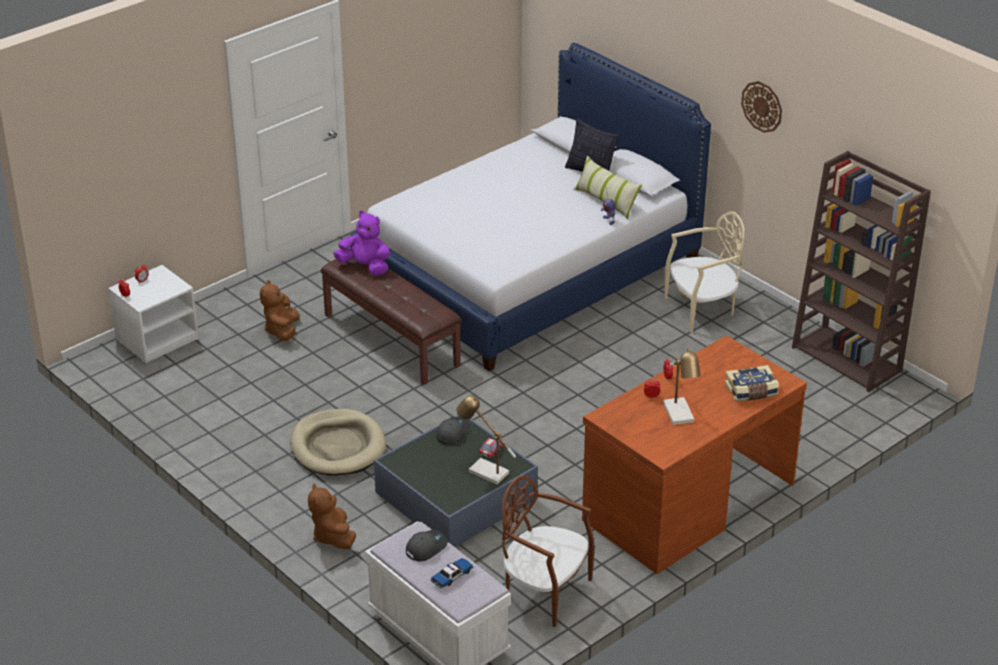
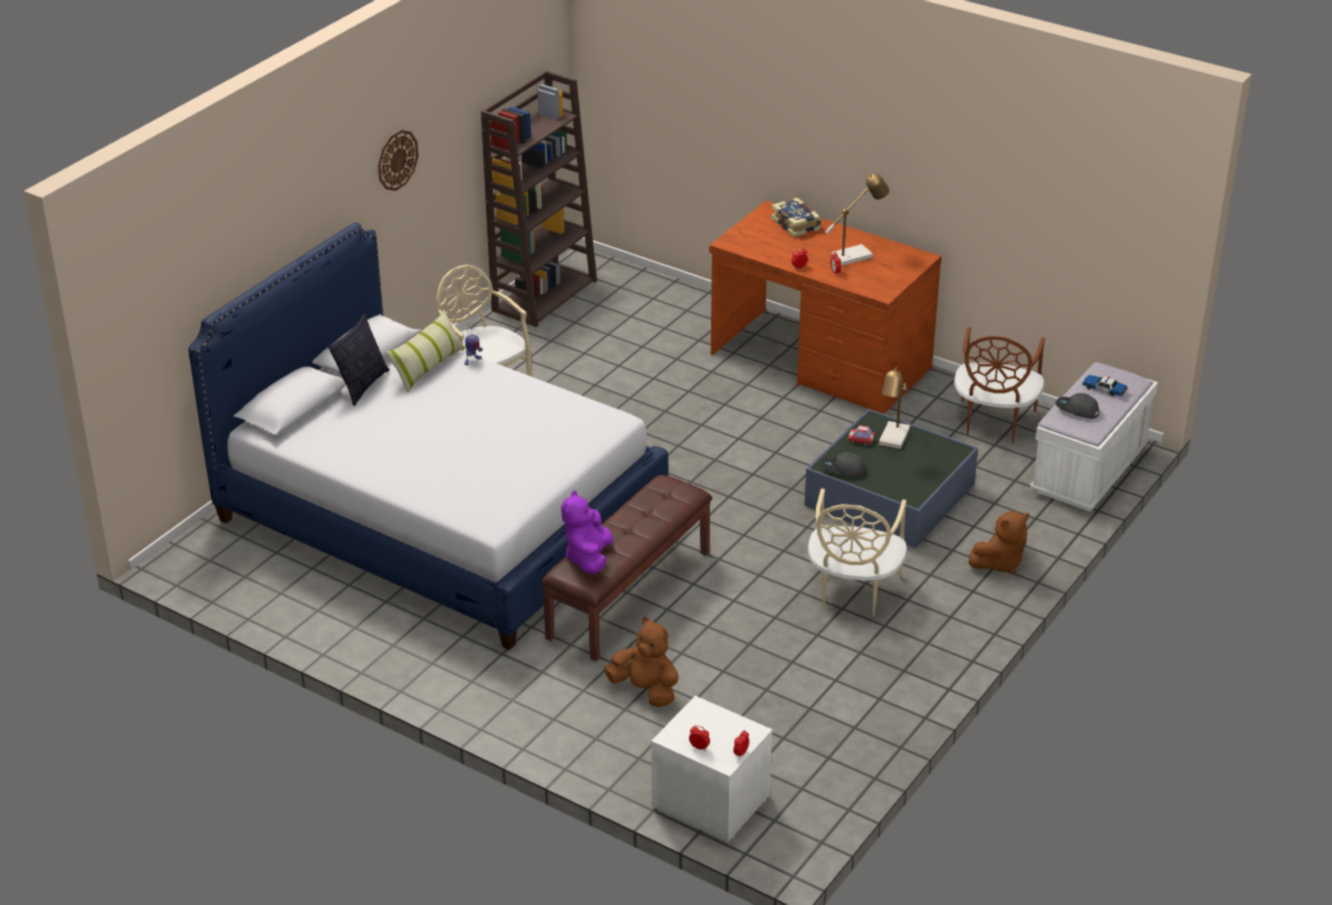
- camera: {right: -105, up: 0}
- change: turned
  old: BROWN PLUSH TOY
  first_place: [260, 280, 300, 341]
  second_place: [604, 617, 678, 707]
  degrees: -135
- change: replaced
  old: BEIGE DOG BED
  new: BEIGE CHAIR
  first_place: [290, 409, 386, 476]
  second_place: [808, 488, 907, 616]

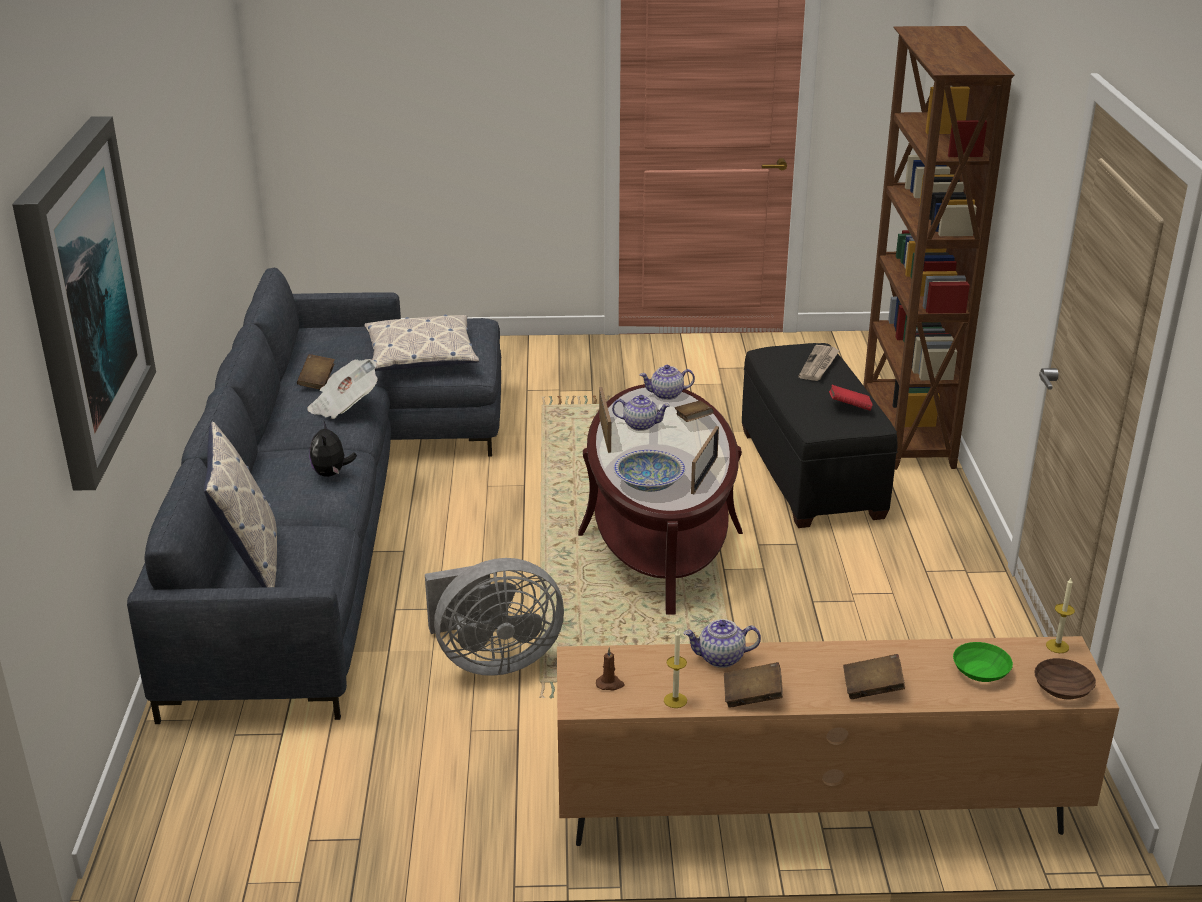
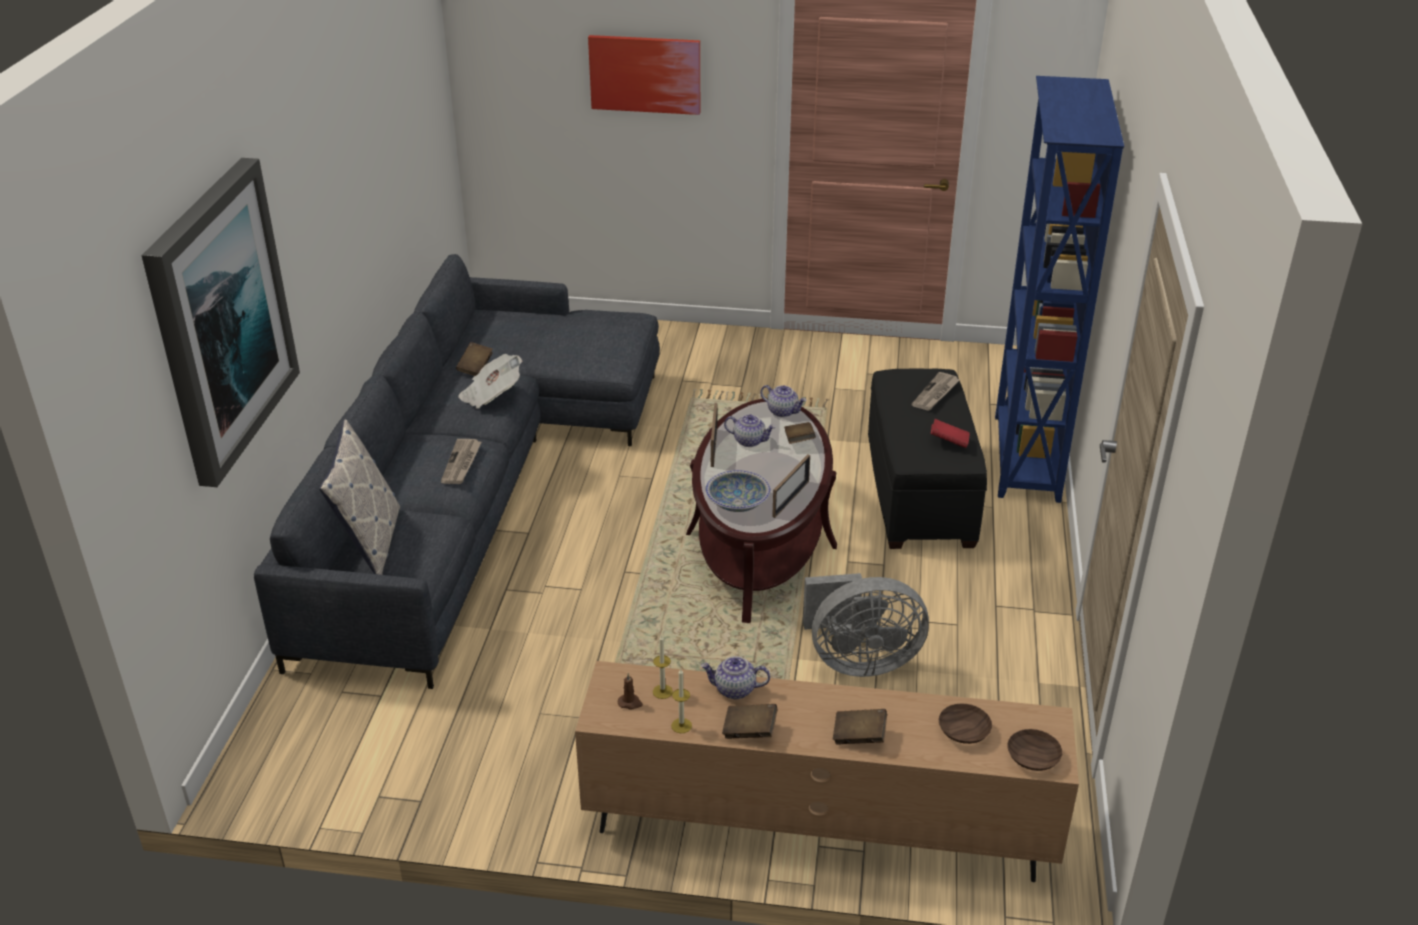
- camera: {right: 10, up: 5}
- change: replaced
  old: PLUSH TOY
  new: NEWSPAPER
  first_place: [309, 420, 357, 477]
  second_place: [441, 439, 481, 484]
- change: removed
  old: PILLOW
  first_place: [364, 315, 479, 371]
- change: moved
  old: GREY FAN
  first_place: [425, 558, 564, 676]
  second_place: [803, 573, 929, 677]
- change: turned
  old: TEAPOT
  first_place: [640, 365, 695, 400]
  second_place: [760, 385, 806, 417]
  degrees: -150
- change: recoloured
  old: BROWN BOOKCASE
  new: BLUE BOOKCASE
  first_place: [863, 26, 1015, 470]
  second_place: [995, 76, 1124, 503]
- change: recoloured
  old: GREEN BOWL
  new: BROWN BOWL
  first_place: [953, 642, 1013, 682]
  second_place: [939, 703, 992, 744]
- change: moved
  old: CANDLE
  first_place: [1046, 578, 1075, 653]
  second_place: [653, 635, 673, 699]
- change: added
  new: PICTURE
  second_place: [588, 35, 700, 115]

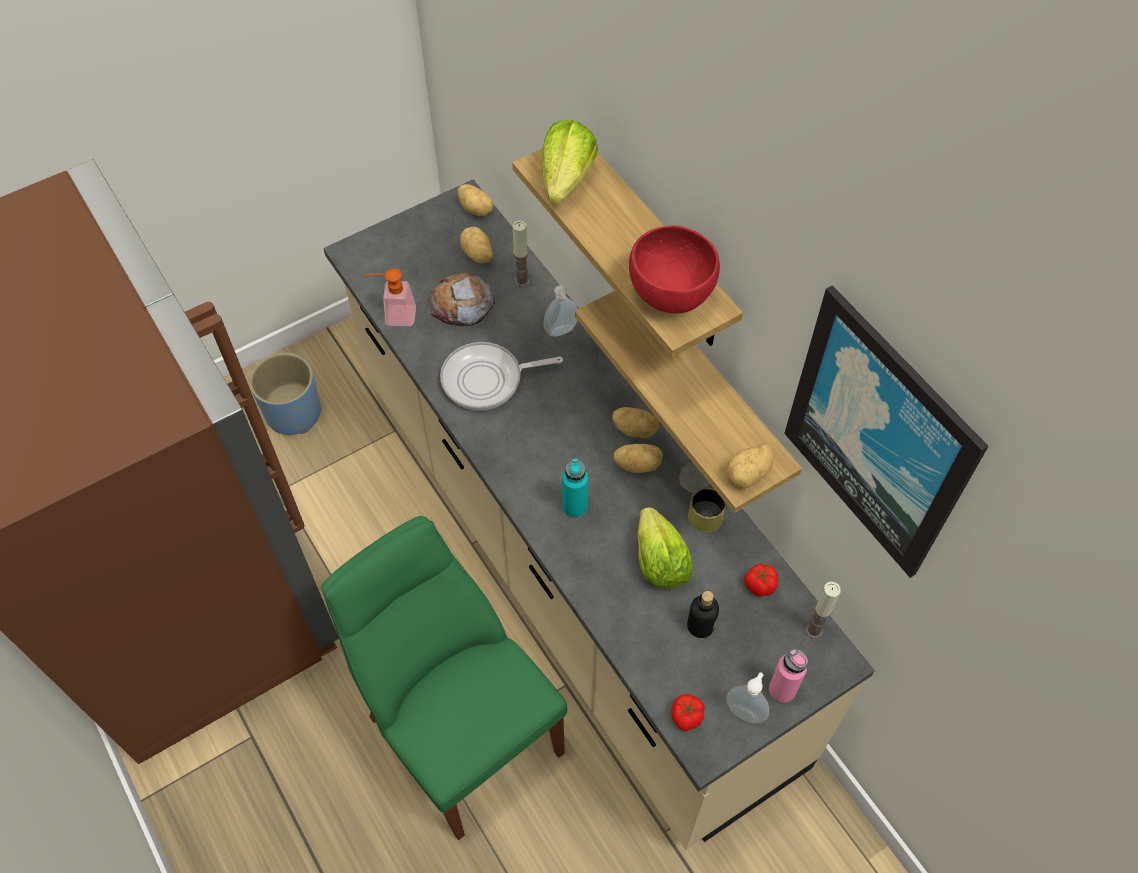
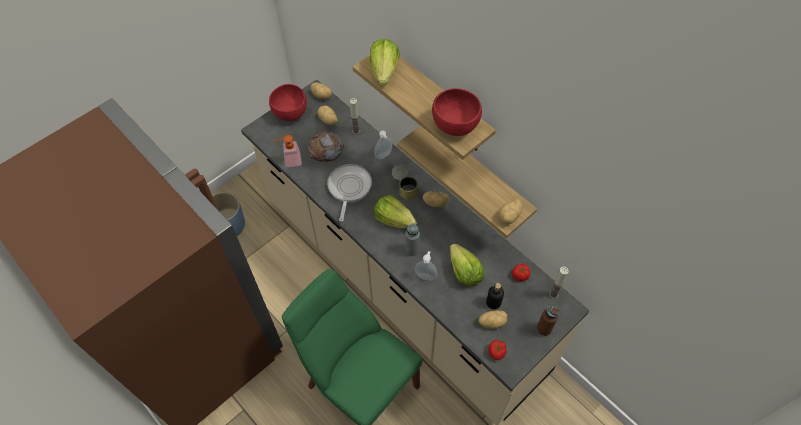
- camera: {right: -10, up: 0}
- change: turned
  old: FRYING PAN
  first_place: [440, 342, 563, 411]
  second_place: [327, 164, 372, 222]
  degrees: 120
- change: recoloured
  old: TURQUOISE BOTTLE
  new: GREY BOTTLE
  first_place: [562, 458, 588, 518]
  second_place: [405, 223, 420, 256]
- change: moved
  old: POTATO
  first_place: [614, 444, 663, 473]
  second_place: [478, 310, 507, 329]
- change: moved
  old: CAN
  first_place: [679, 463, 727, 532]
  second_place: [392, 164, 418, 200]
- change: moved
  old: SOAP DISPENSER
  first_place: [726, 672, 769, 724]
  second_place: [415, 251, 437, 281]
- change: recoloured
  old: PINK BOTTLE
  new: BROWN BOTTLE
  first_place: [768, 649, 808, 704]
  second_place: [536, 306, 559, 337]
- change: removed
  old: PICTURE
  first_place: [784, 285, 989, 578]
- change: added
  new: RED BOWL
  second_place: [269, 84, 307, 121]
- change: added
  new: LETTUCE
  second_place: [374, 195, 417, 228]

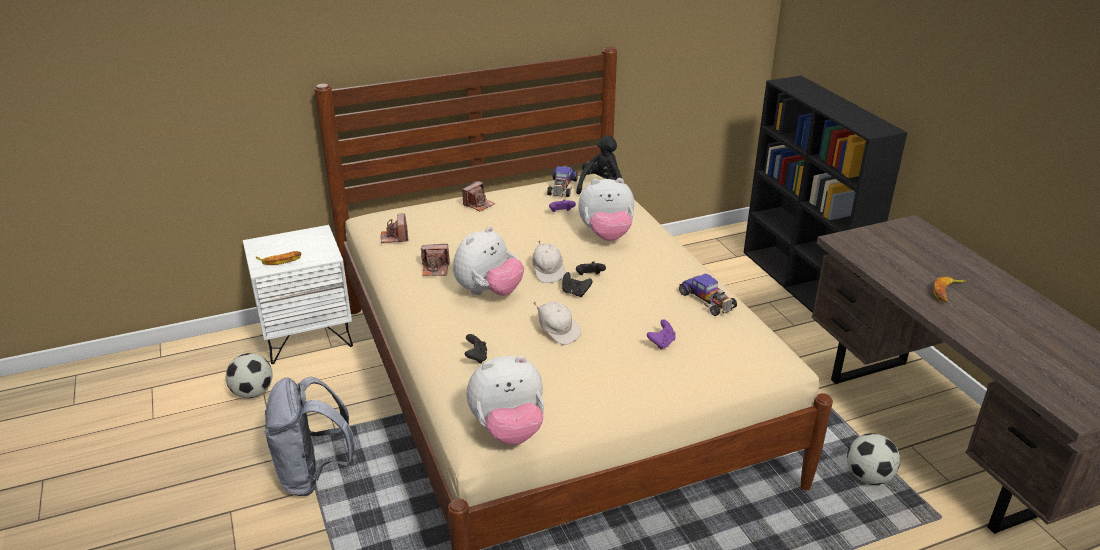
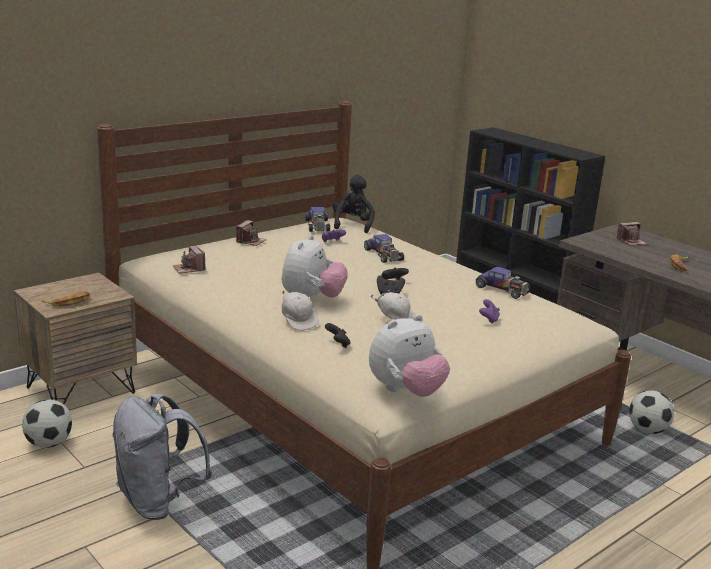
- camera: {right: -20, up: -10}
- change: recoloured
  old: WHITE NIGHTSTAND
  new: BROWN NIGHTSTAND
  first_place: [243, 225, 353, 364]
  second_place: [14, 272, 137, 404]
- change: moved
  old: PHOTO CAMERA
  first_place: [421, 244, 450, 276]
  second_place: [617, 221, 647, 246]
- change: moved
  old: WHITE CAP
  first_place: [532, 240, 565, 283]
  second_place: [282, 290, 319, 331]
- change: replaced
  old: PLUSH TOY
  new: TOY CAR
  first_place: [578, 178, 634, 241]
  second_place: [364, 234, 404, 263]

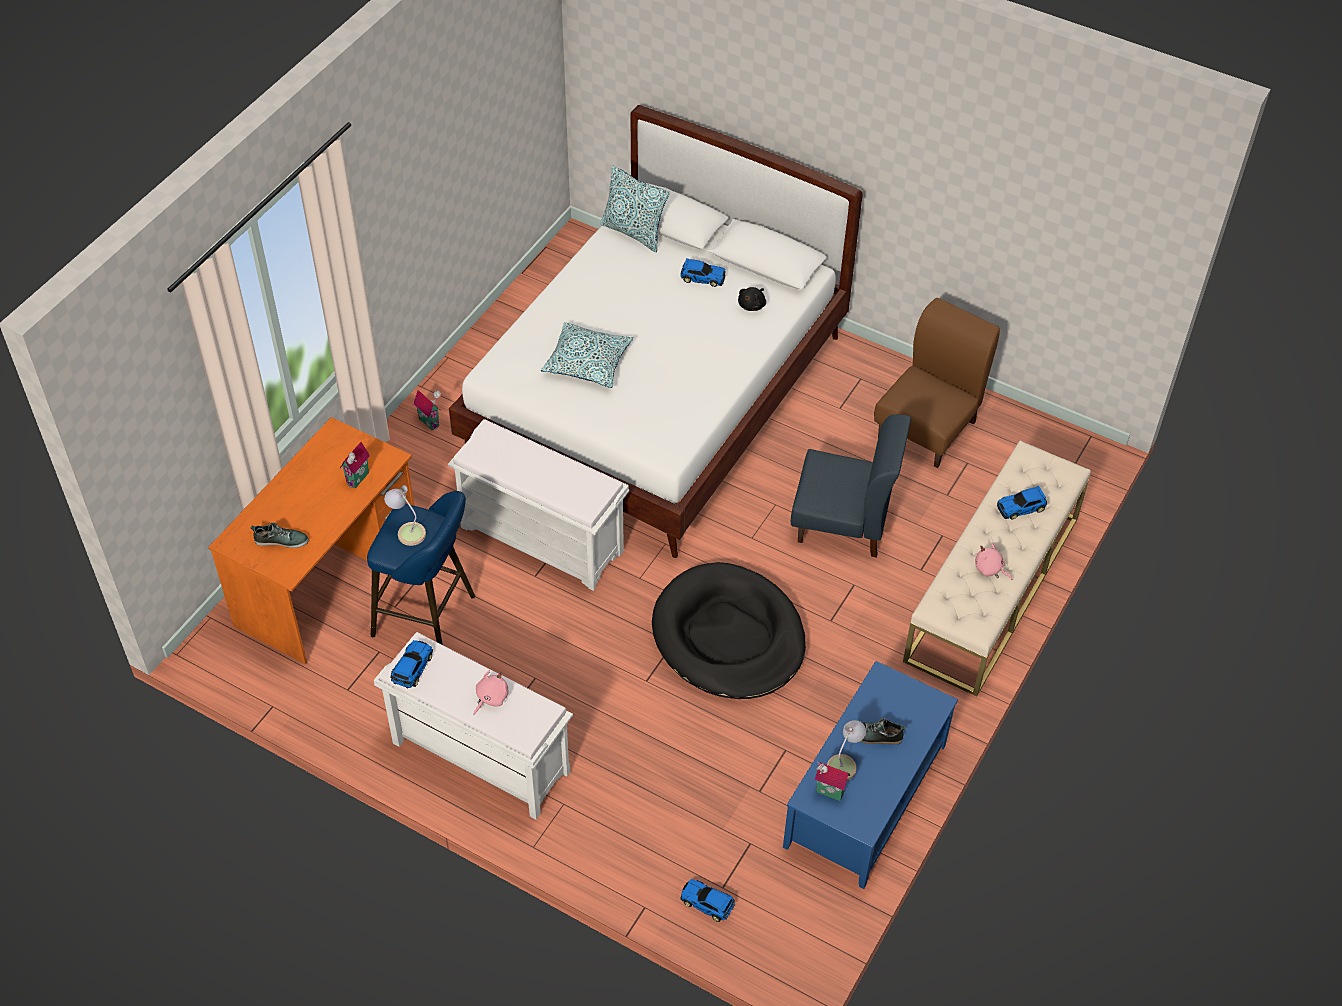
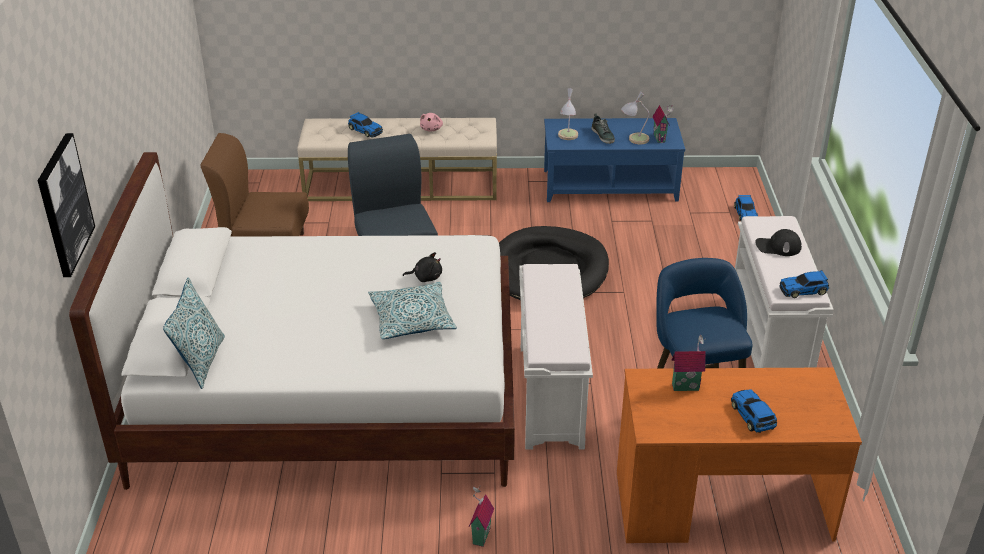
- camera: {right: -120, up: -15}
- change: removed
  old: SHOE
  first_place: [251, 522, 309, 548]
- change: moved
  old: TABLE LAMP
  first_place: [384, 485, 426, 546]
  second_place: [558, 88, 578, 140]
- change: replaced
  old: PINK PLUSH TOY
  new: BLACK CAP
  first_place: [473, 670, 508, 715]
  second_place: [755, 229, 802, 256]
- change: moved
  old: TOY CAR
  first_place: [680, 258, 725, 287]
  second_place: [731, 389, 777, 433]
- change: moved
  old: BLACK PLUSH TOY
  first_place: [738, 287, 766, 311]
  second_place: [403, 252, 442, 282]
- change: added
  new: PICTURE
  second_place: [38, 133, 95, 277]

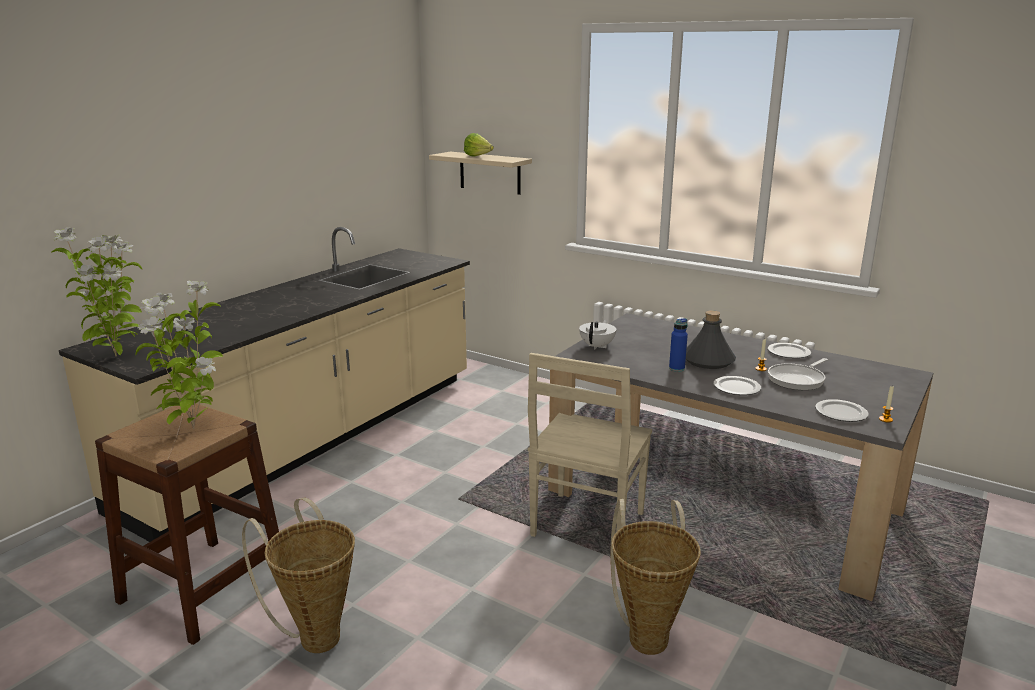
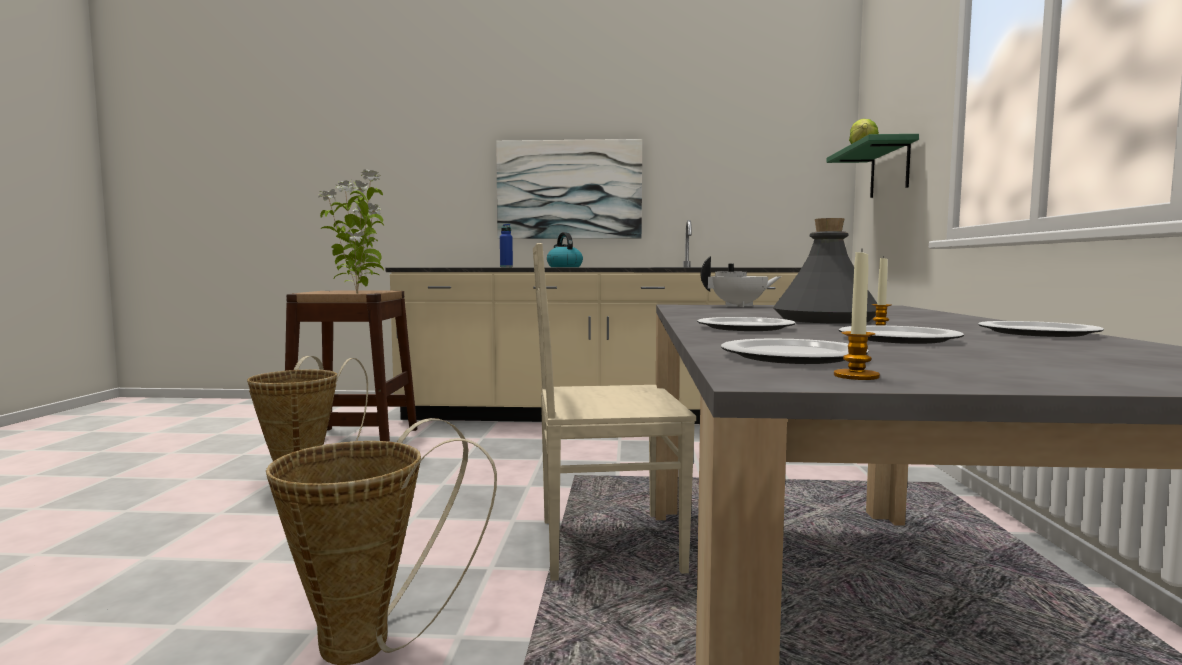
- camera: {right: 60, up: -15}
- change: removed
  old: POTTED PLANT
  first_place: [51, 227, 142, 356]
- change: recoloured
  old: BEIGE SHELF
  new: GREEN SHELF
  first_place: [429, 152, 532, 195]
  second_place: [826, 134, 919, 198]
- change: moved
  old: BLUE BOTTLE
  first_place: [669, 318, 688, 372]
  second_place: [500, 224, 513, 267]
- change: replaced
  old: FRYING PAN
  new: PLATE
  first_place: [768, 358, 828, 390]
  second_place: [839, 325, 964, 344]
- change: added
  new: PICTURE
  second_place: [496, 139, 642, 239]
- change: added
  new: KETTLE
  second_place: [547, 232, 583, 267]

